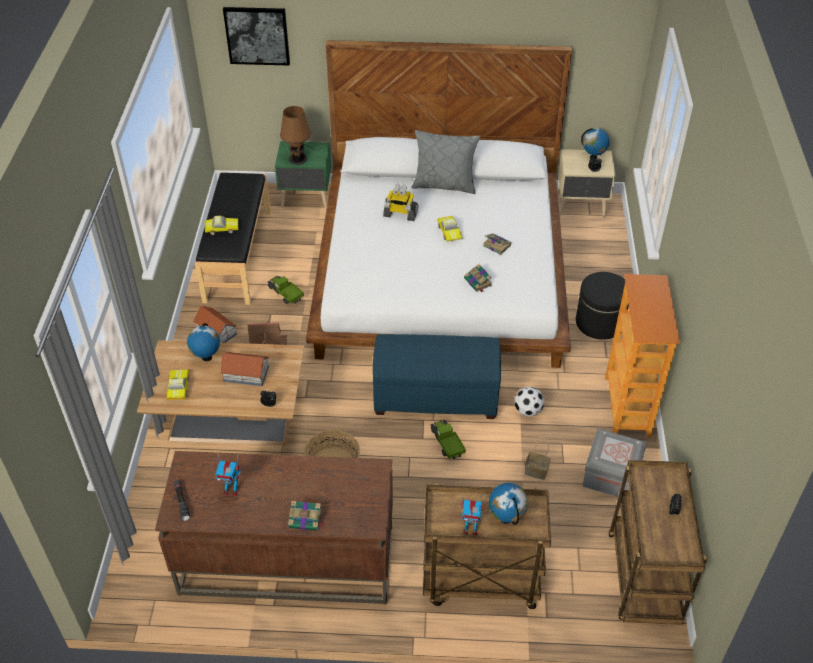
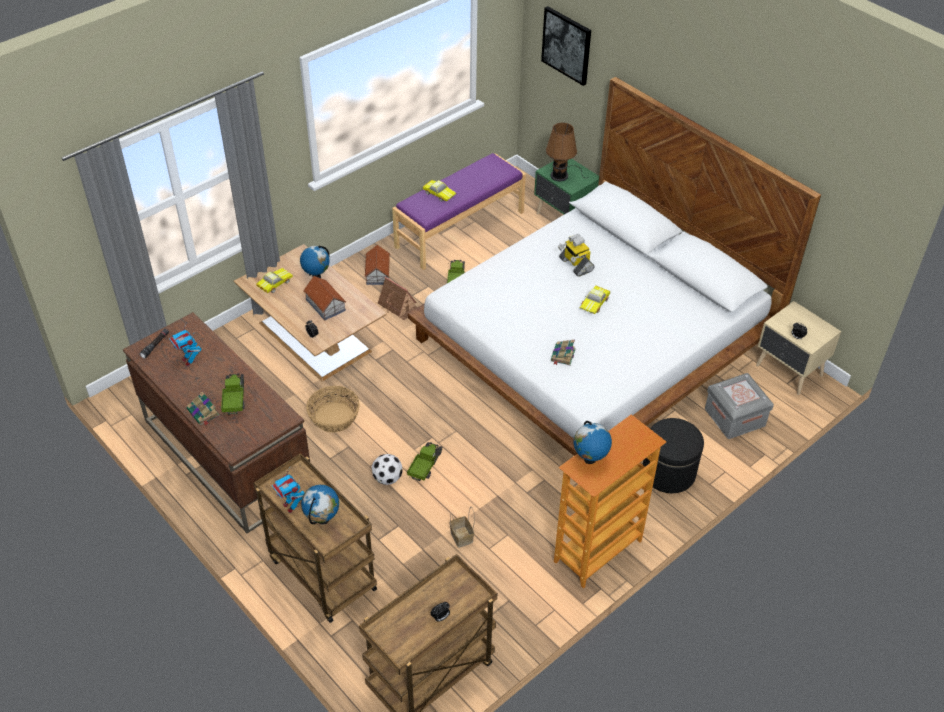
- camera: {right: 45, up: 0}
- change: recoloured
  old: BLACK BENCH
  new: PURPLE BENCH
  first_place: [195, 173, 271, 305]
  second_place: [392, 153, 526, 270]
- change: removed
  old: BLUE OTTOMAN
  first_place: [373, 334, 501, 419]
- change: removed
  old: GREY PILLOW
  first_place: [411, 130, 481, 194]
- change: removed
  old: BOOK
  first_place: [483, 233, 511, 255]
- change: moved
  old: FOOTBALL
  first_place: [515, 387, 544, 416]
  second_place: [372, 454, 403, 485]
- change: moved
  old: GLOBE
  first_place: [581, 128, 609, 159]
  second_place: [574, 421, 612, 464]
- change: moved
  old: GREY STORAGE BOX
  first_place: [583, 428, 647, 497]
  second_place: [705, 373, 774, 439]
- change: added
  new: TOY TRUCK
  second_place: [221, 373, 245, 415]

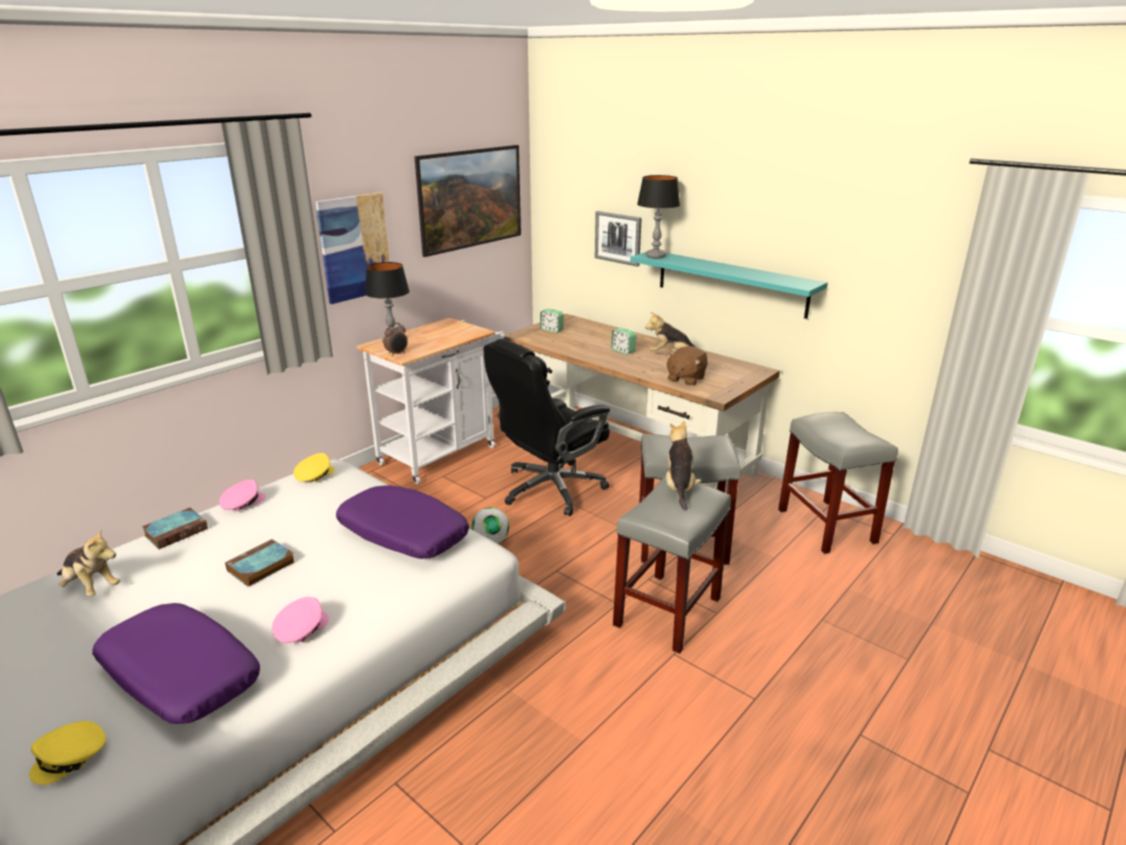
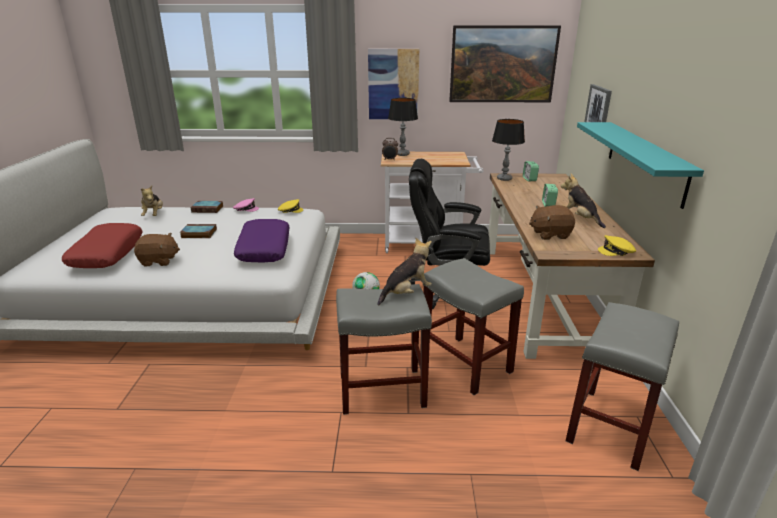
- camera: {right: 50, up: 0}
- change: moved
  old: YELLOW CAP
  first_place: [29, 721, 106, 785]
  second_place: [598, 235, 636, 256]
- change: recoloured
  old: PURPLE PILLOW
  new: RED PILLOW
  first_place: [92, 603, 260, 724]
  second_place: [62, 223, 142, 268]
- change: replaced
  old: PINK CAP
  new: BROWN PLUSH TOY
  first_place: [272, 597, 329, 643]
  second_place: [134, 233, 180, 266]
- change: moved
  old: TABLE LAMP
  first_place: [637, 175, 680, 259]
  second_place: [492, 119, 525, 181]

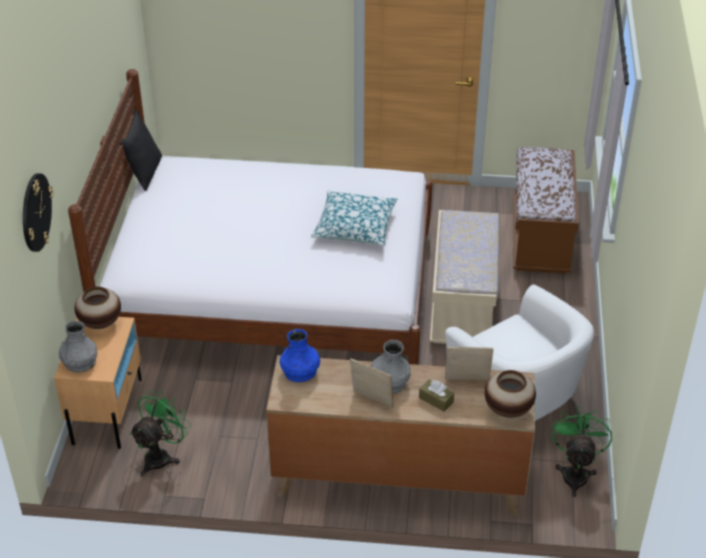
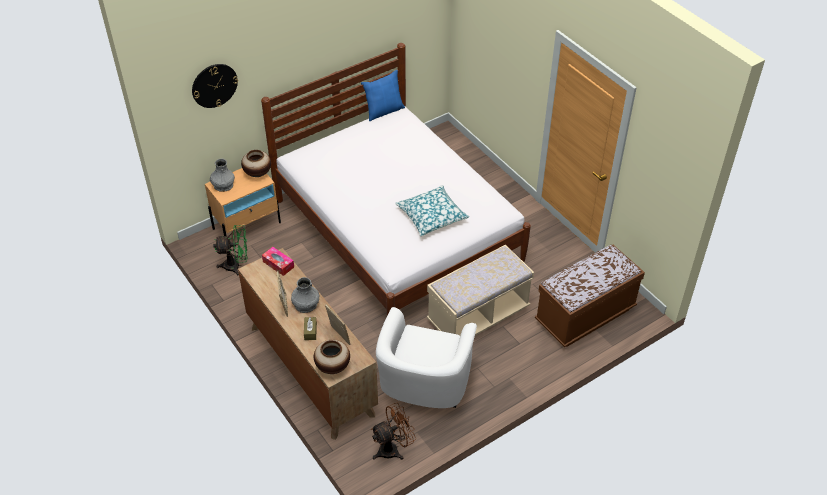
- camera: {right: 50, up: 5}
- change: recoloured
  old: BLACK PILLOW
  new: BLUE PILLOW
  first_place: [119, 109, 162, 191]
  second_place: [361, 70, 405, 121]
- change: replaced
  old: BLUE VASE
  new: TISSUE BOX
  first_place: [280, 329, 320, 382]
  second_place: [262, 247, 294, 276]
- change: recoloured
  old: GREEN FAN
  new: BROWN FAN
  first_place: [552, 406, 612, 497]
  second_place: [371, 403, 416, 460]

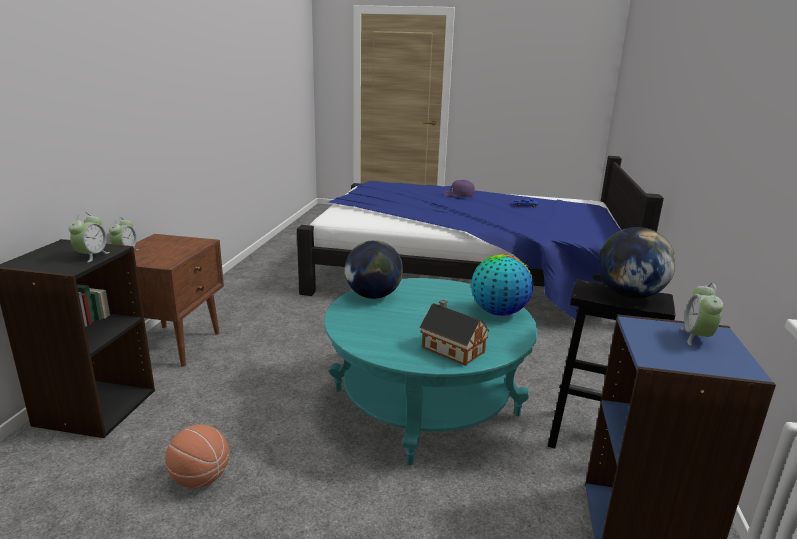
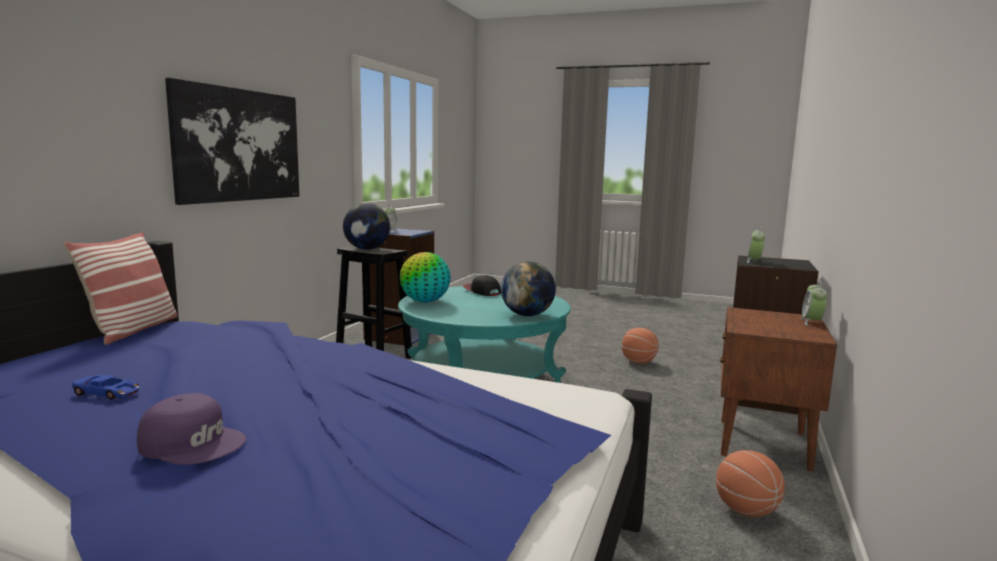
- camera: {right: -170, up: -10}
- change: replaced
  old: TOY HOUSE
  new: CAP
  first_place: [420, 299, 490, 366]
  second_place: [463, 275, 501, 296]
- change: added
  new: PILLOW
  second_place: [64, 232, 177, 345]
- change: added
  new: PICTURE
  second_place: [165, 78, 299, 205]
- change: added
  new: BASKETBALL
  second_place: [716, 450, 785, 517]

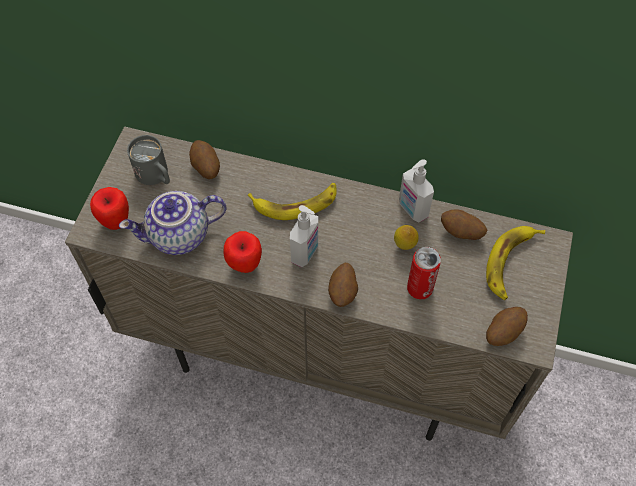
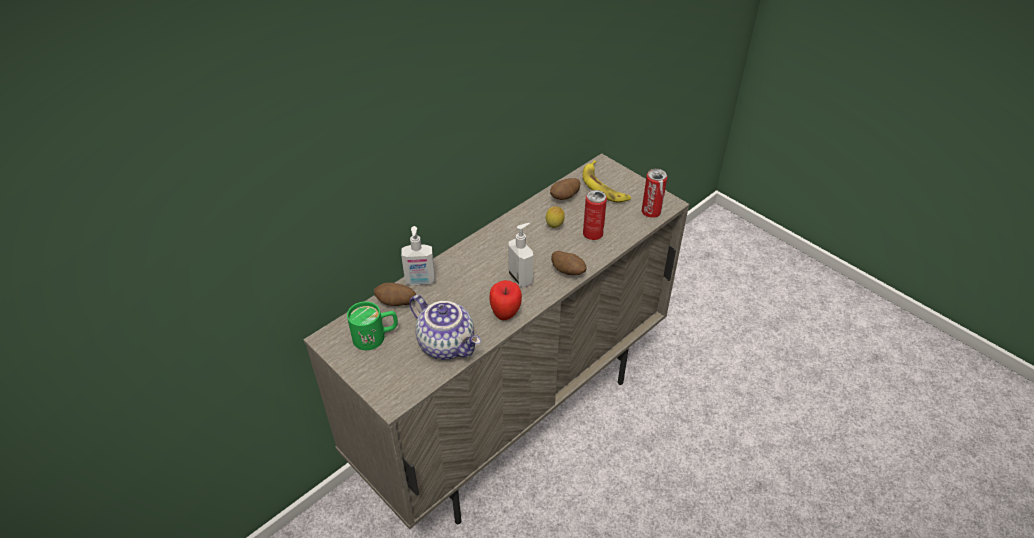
- camera: {right: -60, up: -15}
- change: removed
  old: APPLE
  first_place: [90, 187, 129, 230]
- change: turned
  old: TEAPOT
  first_place: [119, 191, 226, 255]
  second_place: [409, 295, 481, 360]
  degrees: -60
- change: recoloured
  old: GREY MUG
  new: GREEN MUG
  first_place: [127, 135, 170, 185]
  second_place: [347, 301, 398, 350]
- change: removed
  old: BANANA
  first_place: [248, 183, 337, 220]
- change: moved
  old: SOAP DISPENSER
  first_place: [399, 159, 434, 222]
  second_place: [401, 226, 435, 285]
- change: replaced
  old: POTATO
  new: CAN
  first_place: [486, 307, 528, 346]
  second_place: [642, 169, 667, 218]

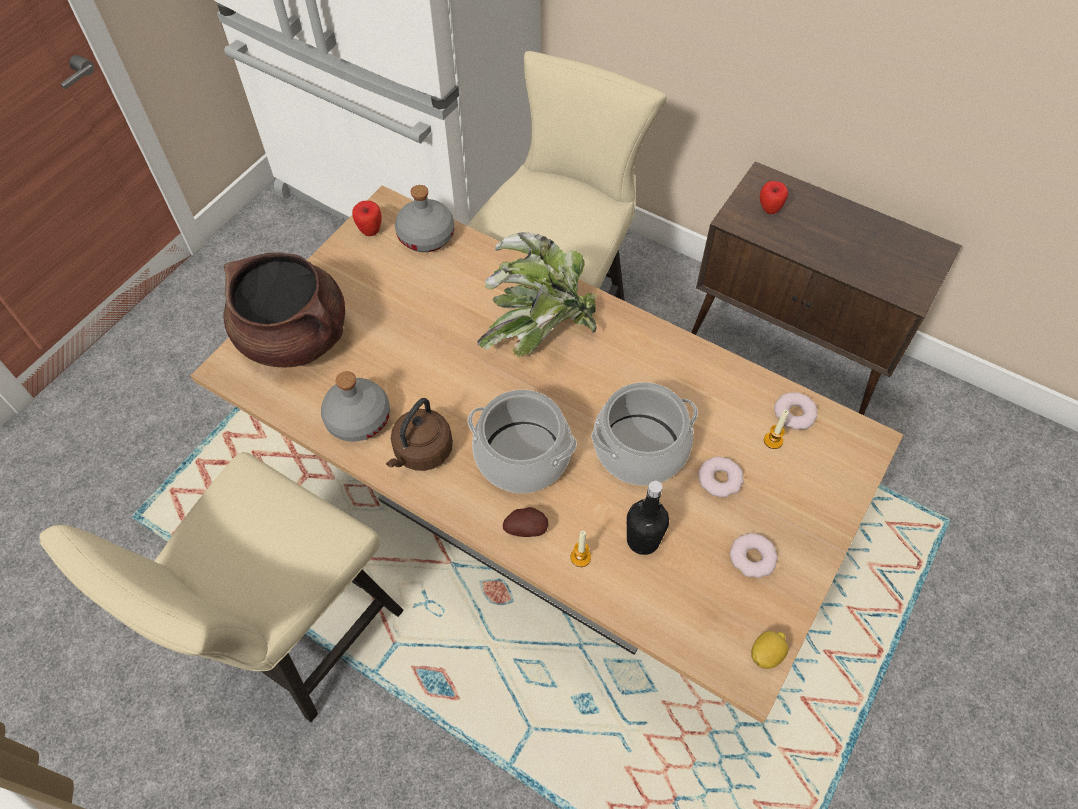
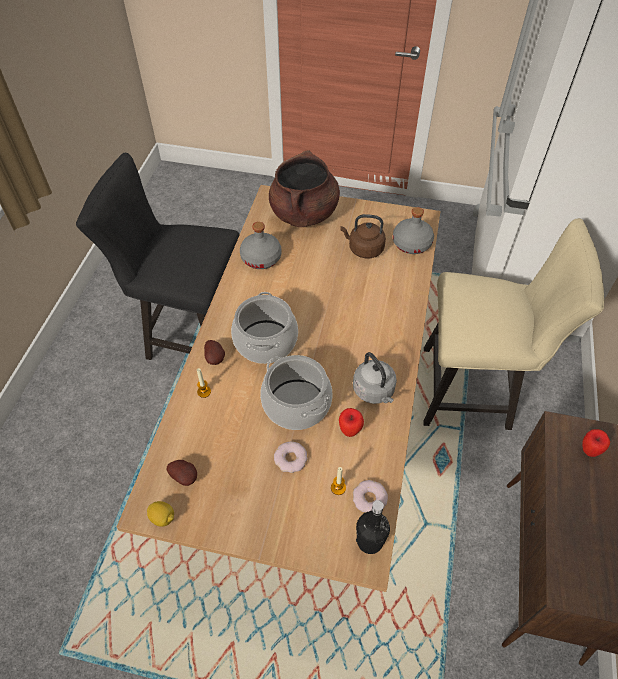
- camera: {right: 70, up: -5}
- change: recoloured
  old: BEIGE CHAIR
  new: BLACK CHAIR
  first_place: [39, 452, 404, 722]
  second_place: [76, 152, 240, 360]
- change: moved
  old: APPLE
  first_place: [352, 201, 382, 236]
  second_place: [339, 408, 364, 437]
- change: moved
  old: BROWN KETTLE
  first_place: [386, 398, 453, 471]
  second_place: [341, 214, 386, 258]
- change: removed
  old: POTTED PLANT
  first_place: [477, 232, 597, 357]
- change: moved
  old: BLACK BOTTLE
  first_place: [627, 481, 669, 555]
  second_place: [356, 500, 390, 554]
- change: removed
  old: DONUT
  first_place: [730, 533, 778, 578]
- change: added
  new: POTATO
  second_place: [167, 460, 197, 486]
- change: added
  new: GREY KETTLE
  second_place: [353, 352, 397, 404]

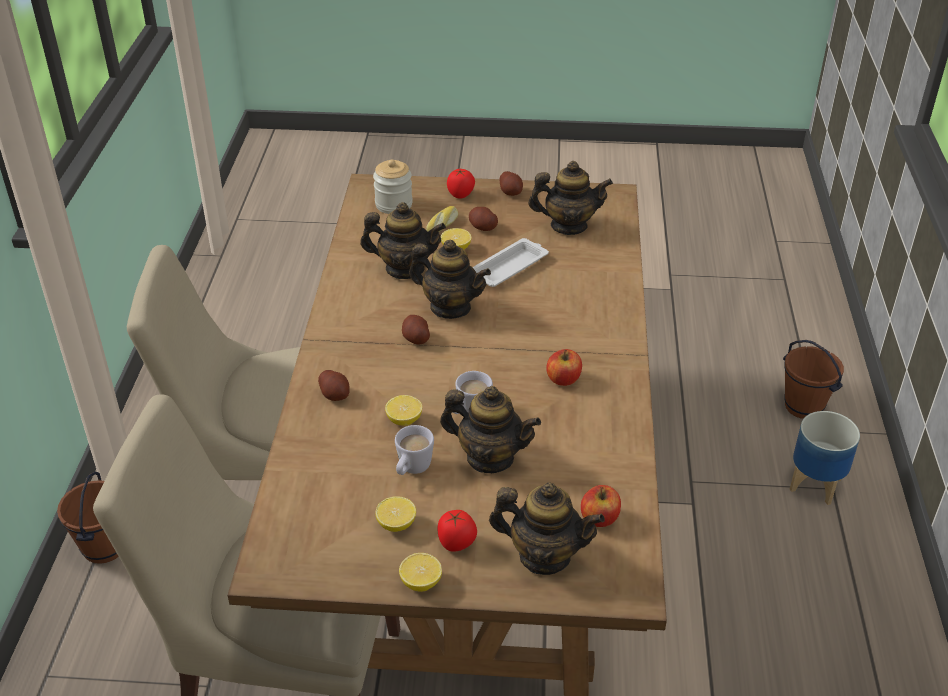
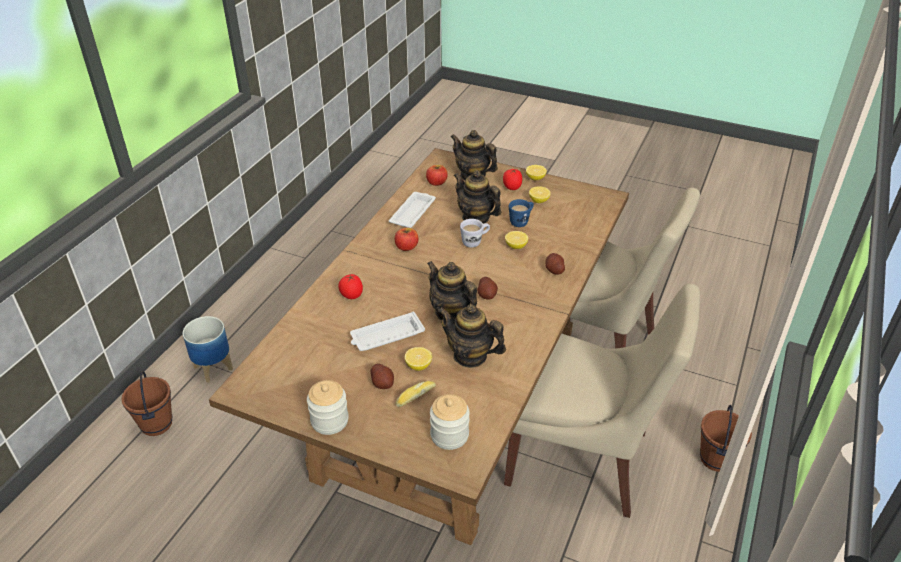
- camera: {right: -160, up: 0}
- change: recoloured
  old: WHITE MUG
  new: BLUE MUG
  first_place: [395, 425, 434, 475]
  second_place: [509, 199, 534, 227]
- change: moved
  old: TOMATO
  first_place: [447, 169, 475, 199]
  second_place: [338, 274, 363, 299]
- change: replaced
  old: POTATO
  new: JAR
  first_place: [499, 171, 523, 196]
  second_place: [307, 380, 349, 435]
- change: removed
  old: TEAPOT
  first_place: [528, 161, 613, 235]
- change: added
  new: WHITE TRAY
  second_place: [389, 192, 436, 228]

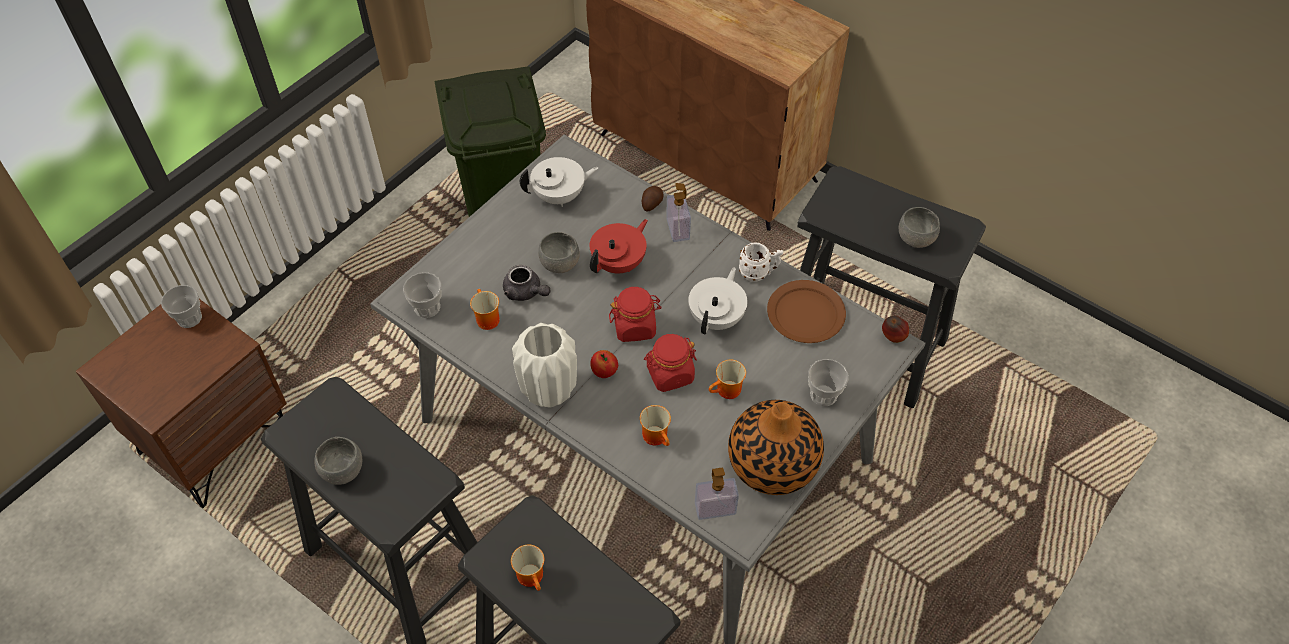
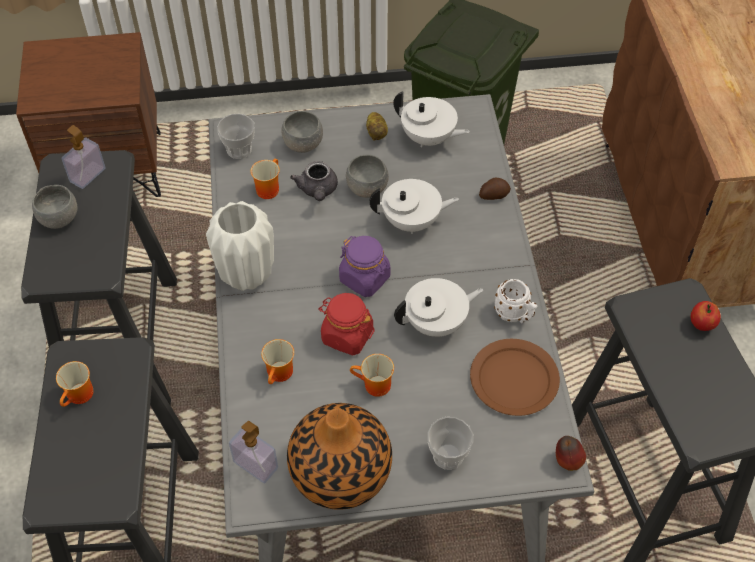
- camera: {right: 45, up: 0}
- change: removed
  old: CUP
  first_place: [161, 285, 202, 328]
- change: recoloured
  old: RED TEAPOT
  new: WHITE TEAPOT
  first_place: [590, 219, 648, 274]
  second_place: [370, 179, 459, 234]
- change: moved
  old: APPLE
  first_place: [590, 350, 618, 378]
  second_place: [690, 301, 721, 331]
- change: recoloured
  old: RED JAR
  new: PURPLE JAR
  first_place: [609, 287, 662, 342]
  second_place: [339, 236, 391, 297]
- change: moved
  old: SOAP DISPENSER
  first_place: [666, 183, 691, 242]
  second_place: [62, 125, 105, 189]
- change: moved
  old: GREY BOWL
  first_place: [899, 207, 940, 248]
  second_place: [281, 111, 323, 153]
- change: added
  new: POTATO
  second_place: [366, 112, 388, 140]

